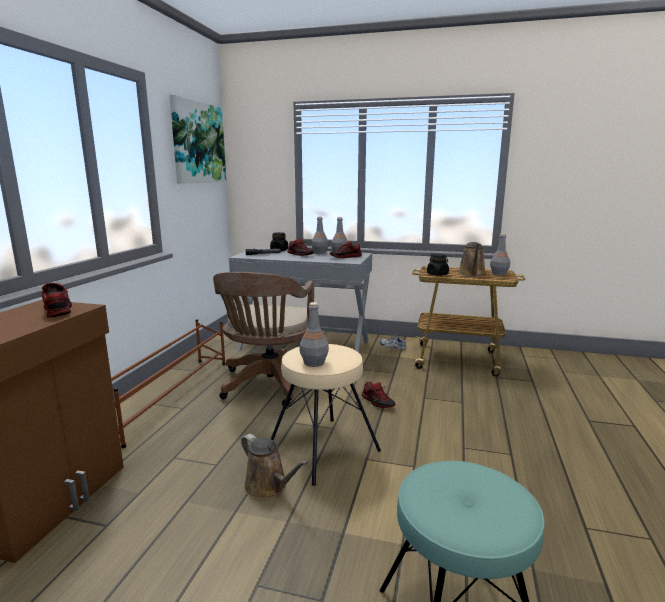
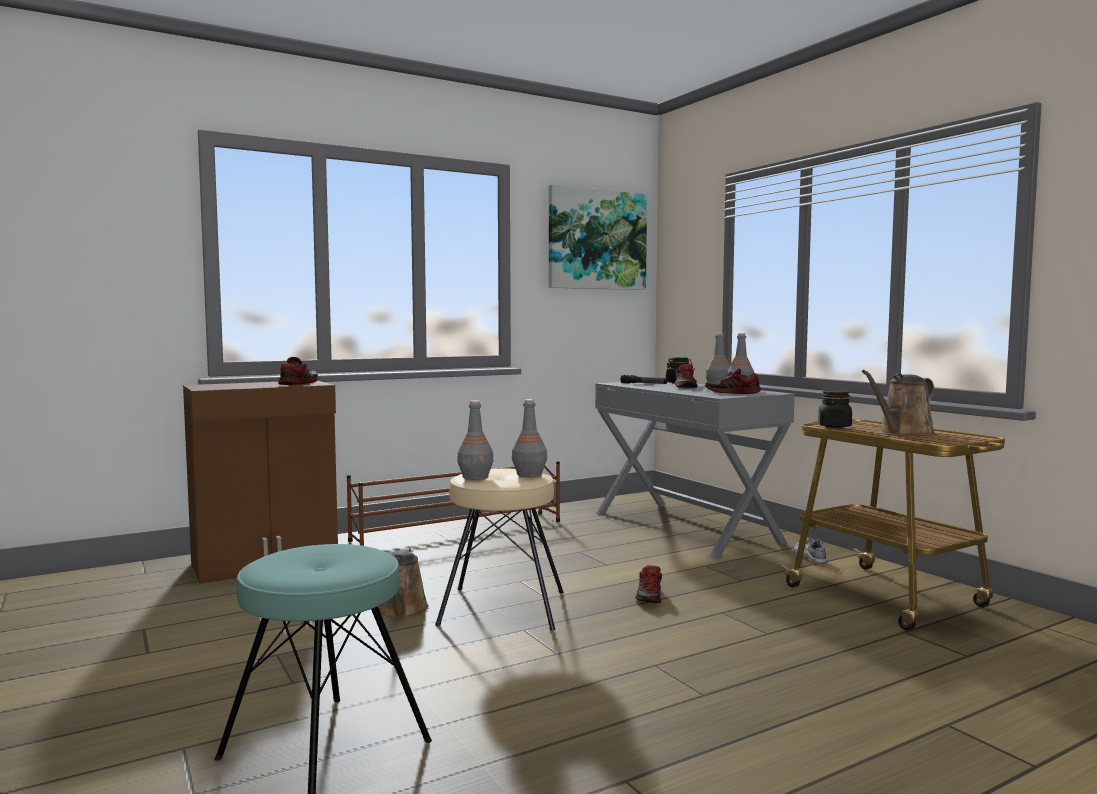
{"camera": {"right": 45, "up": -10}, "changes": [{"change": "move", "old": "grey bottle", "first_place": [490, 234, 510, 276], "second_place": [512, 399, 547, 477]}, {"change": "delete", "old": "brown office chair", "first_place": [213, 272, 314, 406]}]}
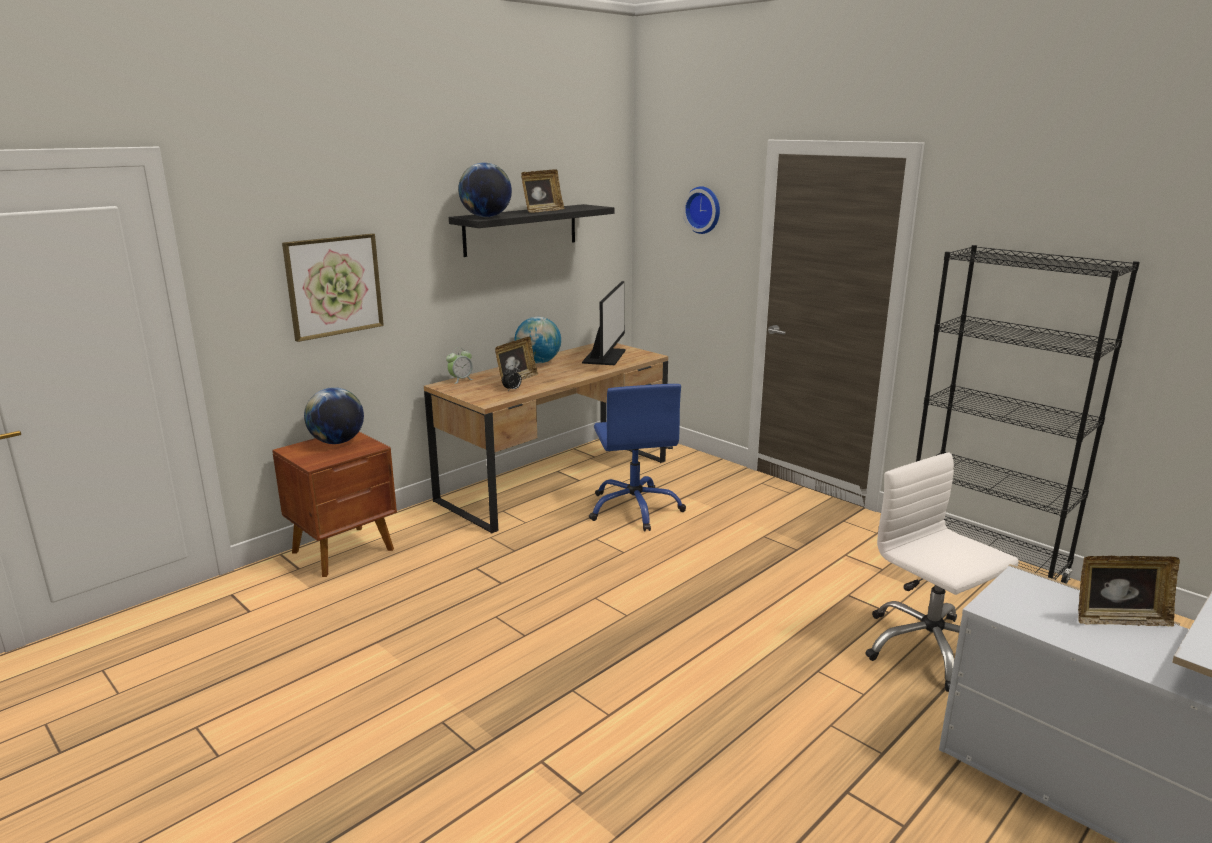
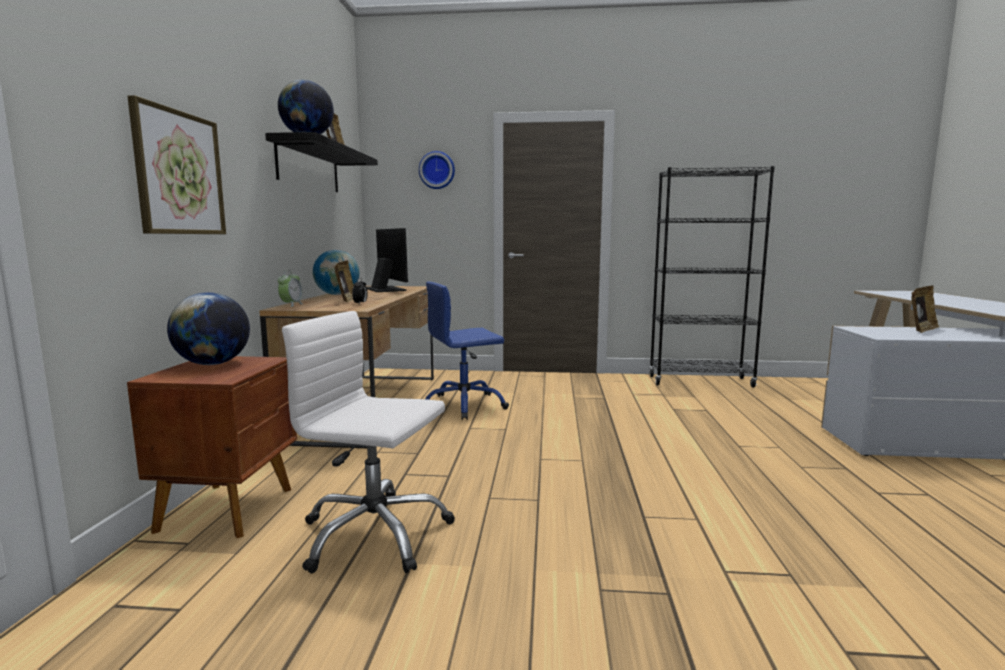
{"camera": {"right": -40, "up": -10}, "changes": [{"change": "move", "old": "white office chair", "first_place": [865, 452, 1019, 692], "second_place": [282, 311, 455, 573]}, {"change": "rotate", "old": "blue office chair", "first_place": [589, 384, 686, 531], "second_place": [425, 282, 509, 420], "degrees": 120}]}
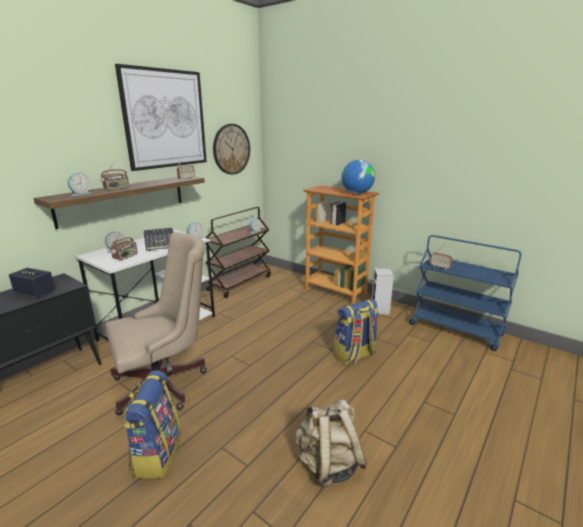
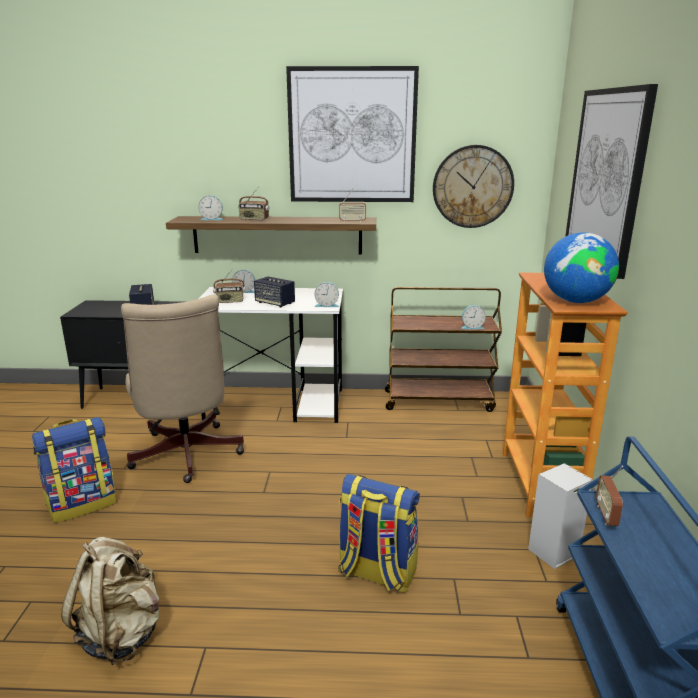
{"camera": {"right": 55, "up": 0}, "changes": [{"change": "rotate", "old": "beige office chair", "first_place": [105, 232, 207, 415], "second_place": [121, 294, 244, 483], "degrees": 45}, {"change": "insert", "new": "picture", "second_place": [565, 84, 658, 279]}]}
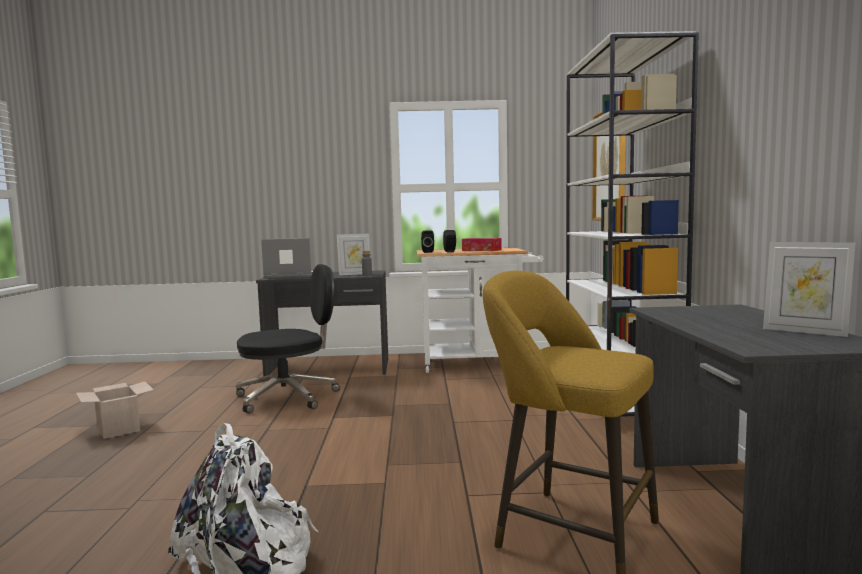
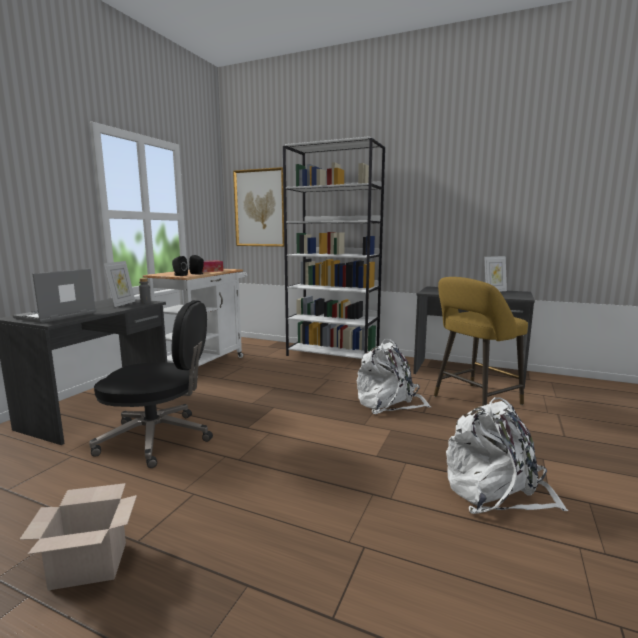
{"camera": {"right": -65, "up": 5}, "changes": [{"change": "rotate", "old": "black office chair", "first_place": [236, 264, 340, 413], "second_place": [89, 300, 213, 468], "degrees": 90}, {"change": "insert", "new": "white backpack", "second_place": [357, 339, 431, 414]}]}
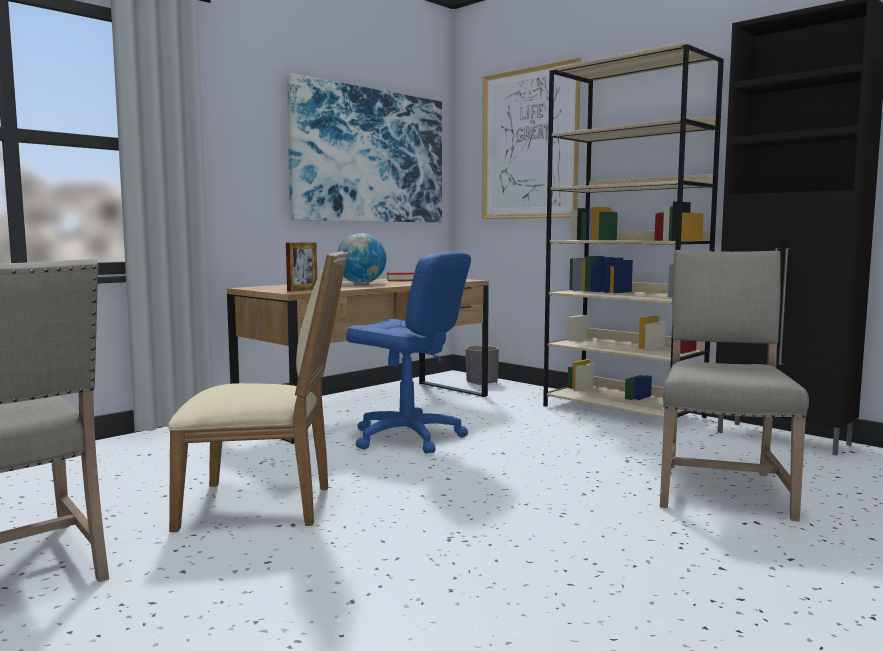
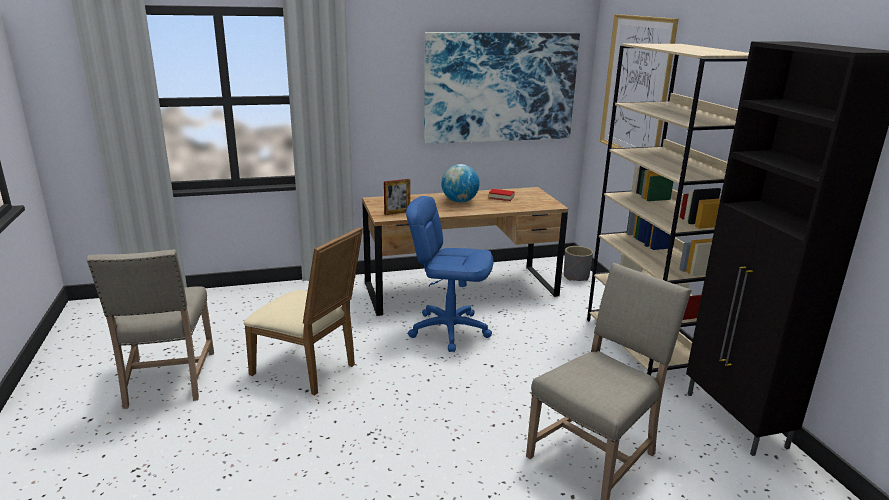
{"camera": {"right": 30, "up": 15}, "changes": [{"change": "rotate", "old": "blue office chair", "first_place": [346, 252, 471, 454], "second_place": [406, 196, 493, 352], "degrees": 135}]}
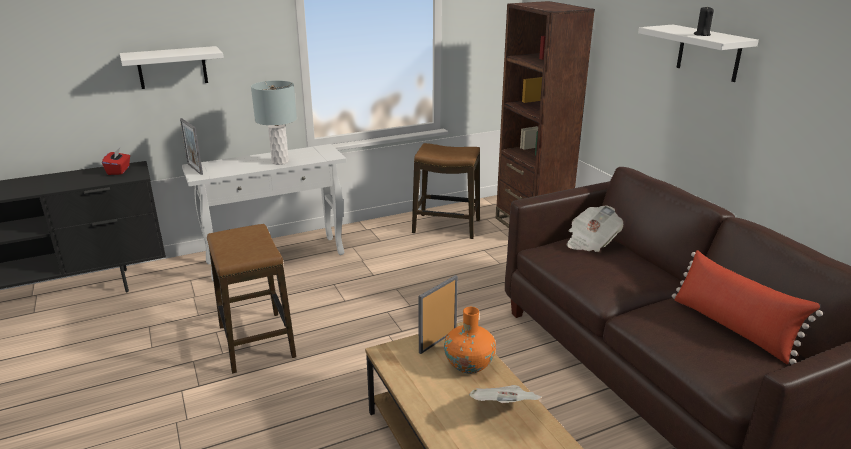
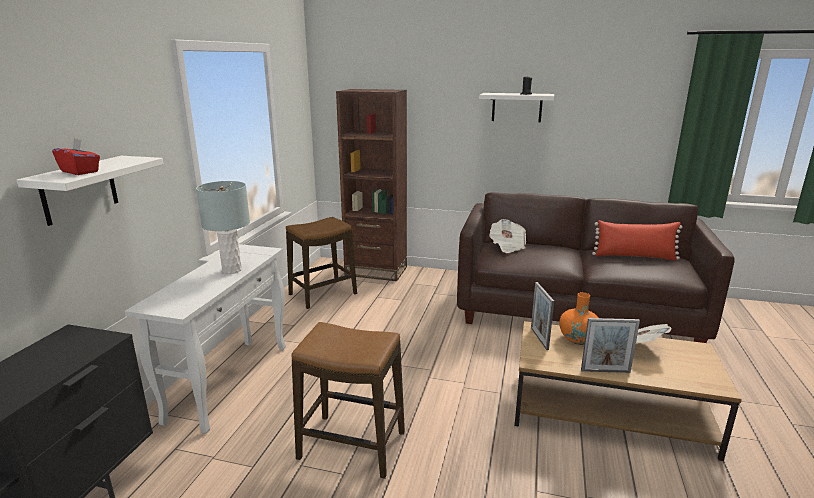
{"camera": {"right": -50, "up": -5}, "changes": [{"change": "move", "old": "red tissue box", "first_place": [102, 148, 130, 175], "second_place": [52, 138, 100, 175]}, {"change": "move", "old": "picture frame", "first_place": [180, 118, 203, 175], "second_place": [581, 318, 640, 373]}]}
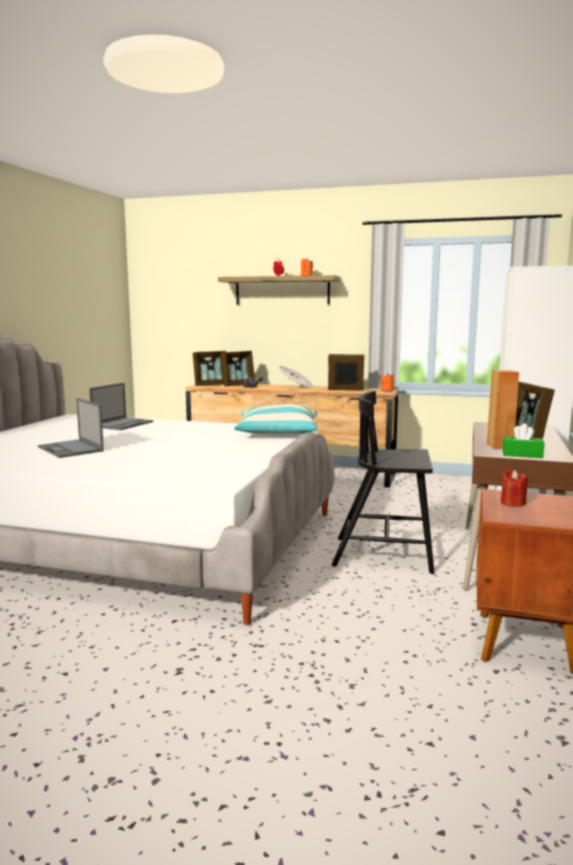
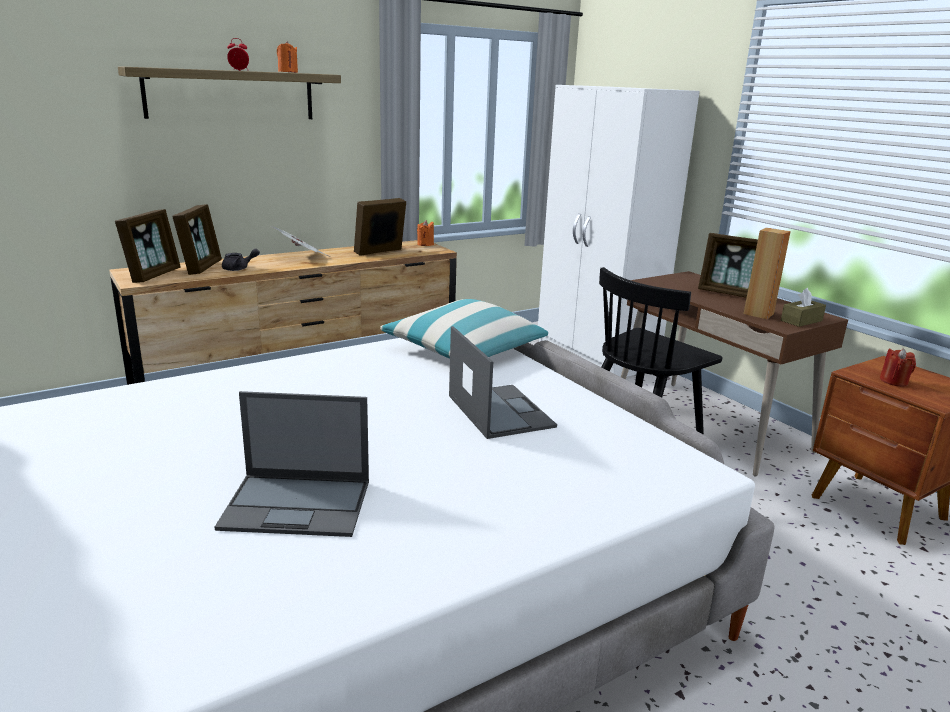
{"camera": {"right": -50, "up": 10}, "changes": [{"change": "move", "old": "laptop", "first_place": [89, 383, 153, 430], "second_place": [449, 326, 557, 439]}, {"change": "recolor", "old": "green tissue box", "new": "brown tissue box", "first_place": [503, 424, 544, 458], "second_place": [781, 288, 826, 327]}]}
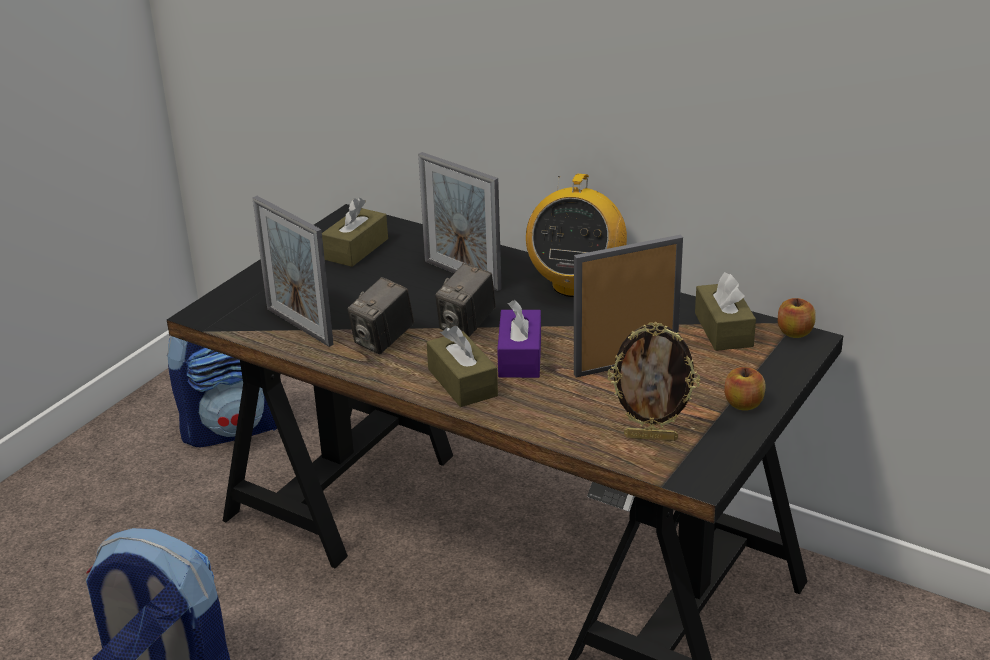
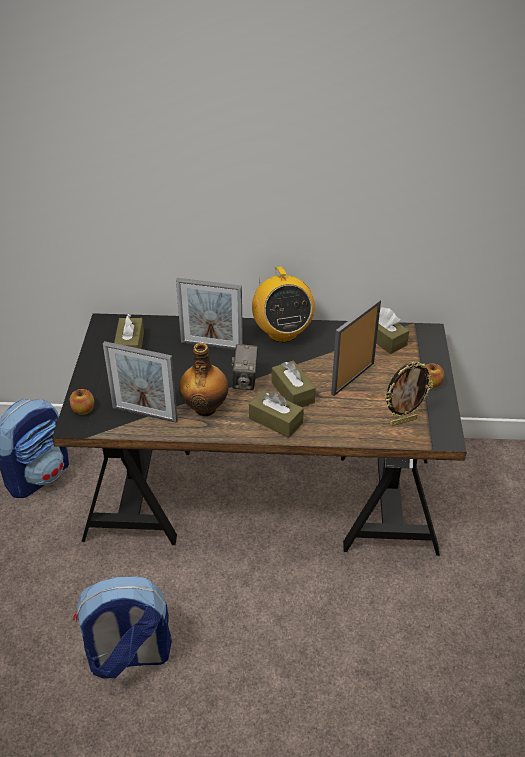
{"camera": {"right": -30, "up": 10}, "changes": [{"change": "move", "old": "apple", "first_place": [778, 298, 816, 338], "second_place": [70, 389, 94, 415]}, {"change": "replace", "old": "photo camera", "new": "bottle", "first_place": [347, 277, 414, 354], "second_place": [179, 343, 229, 416]}, {"change": "recolor", "old": "purple tissue box", "new": "brown tissue box", "first_place": [497, 300, 541, 378], "second_place": [272, 361, 316, 407]}]}
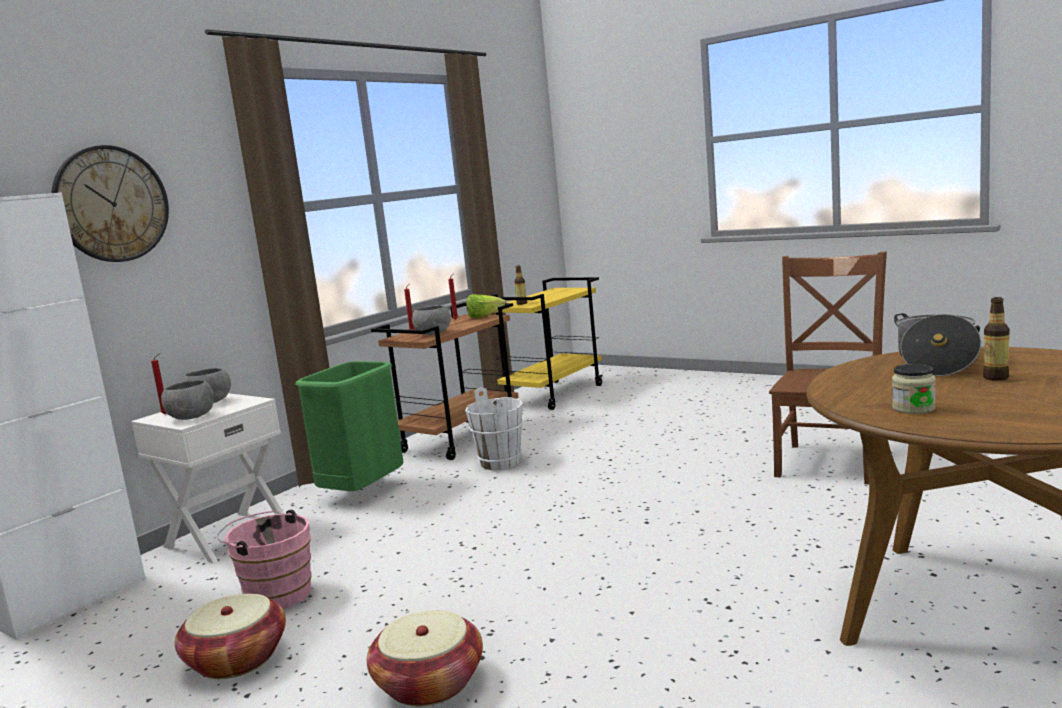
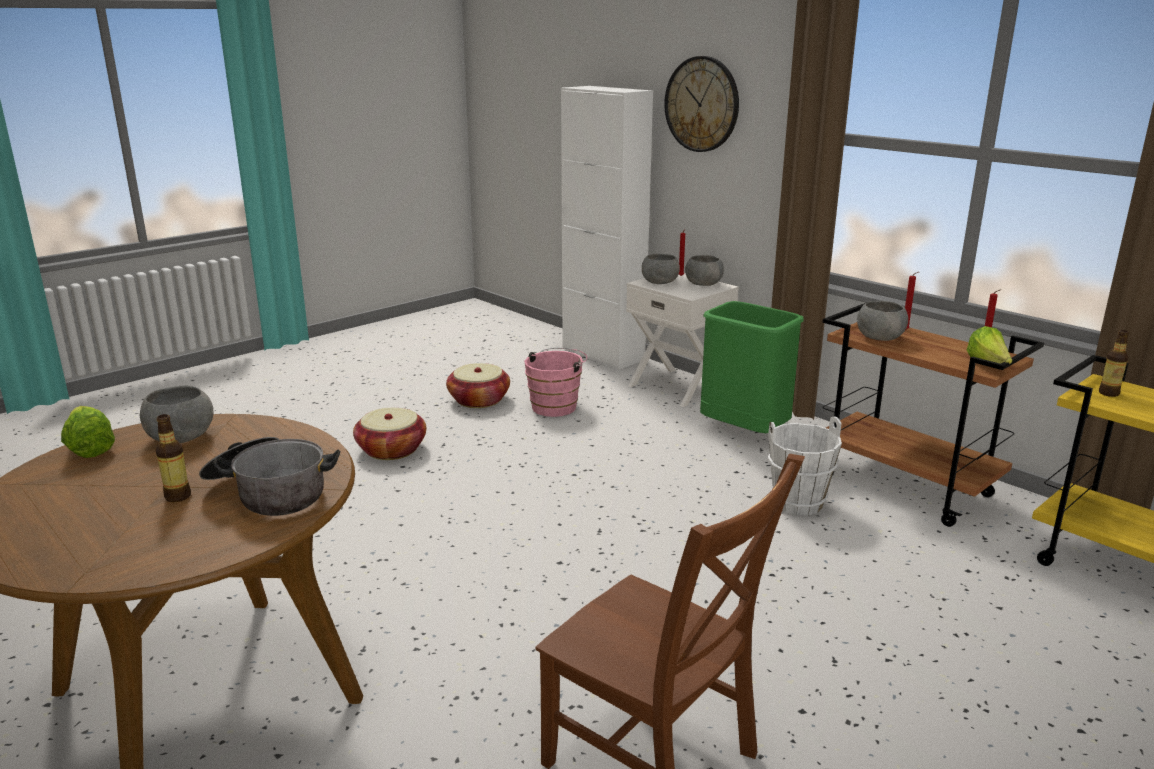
{"camera": {"right": 100, "up": 10}, "changes": [{"change": "insert", "new": "lettuce", "second_place": [61, 406, 115, 458]}, {"change": "replace", "old": "jar", "new": "grey bowl", "first_place": [892, 364, 936, 414], "second_place": [140, 386, 214, 443]}]}
